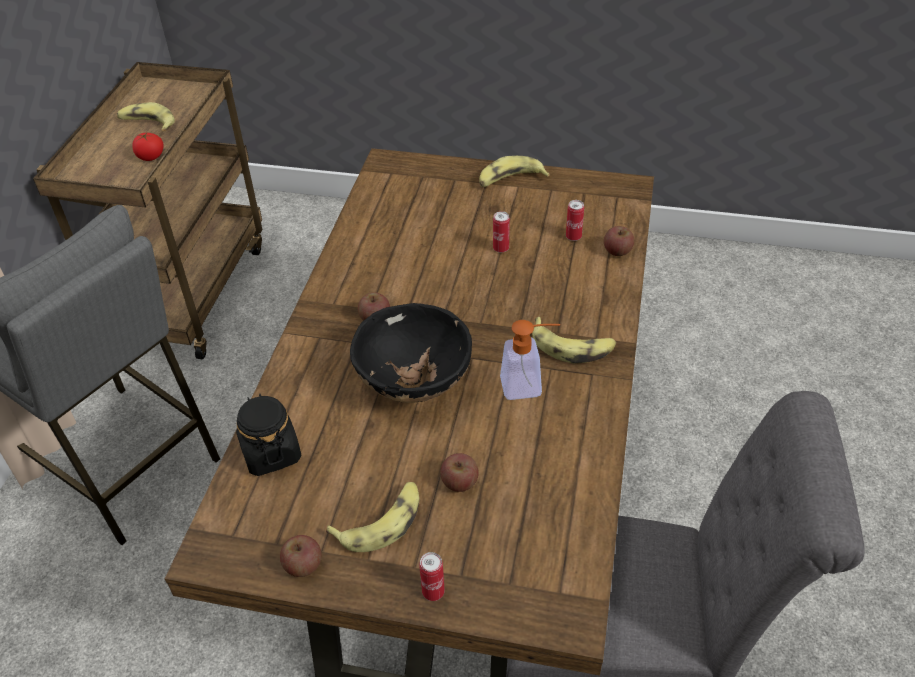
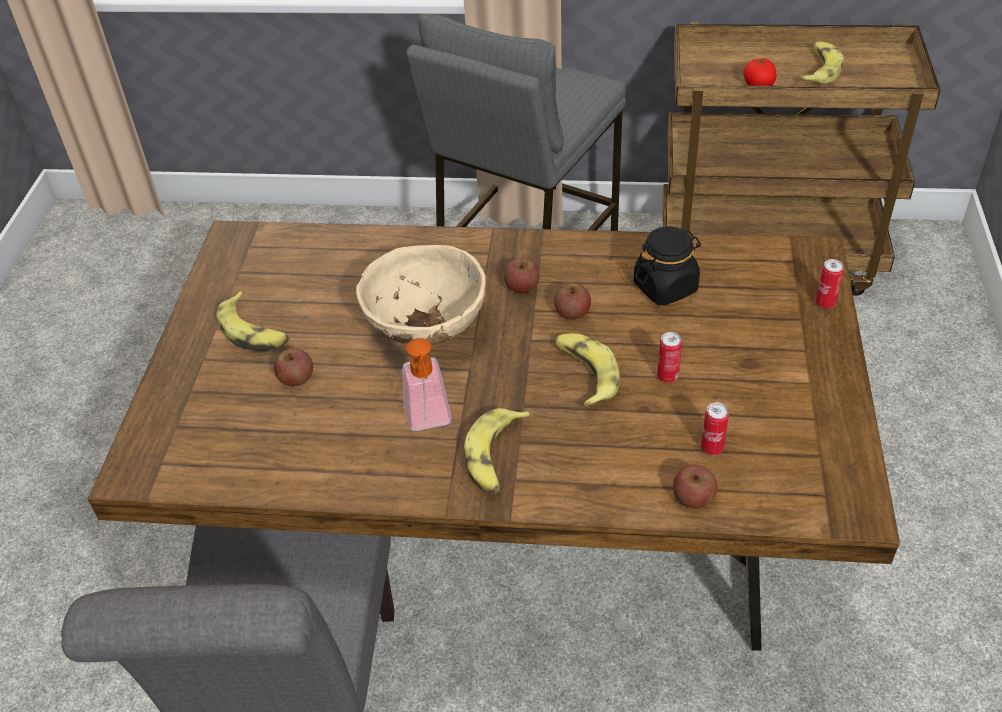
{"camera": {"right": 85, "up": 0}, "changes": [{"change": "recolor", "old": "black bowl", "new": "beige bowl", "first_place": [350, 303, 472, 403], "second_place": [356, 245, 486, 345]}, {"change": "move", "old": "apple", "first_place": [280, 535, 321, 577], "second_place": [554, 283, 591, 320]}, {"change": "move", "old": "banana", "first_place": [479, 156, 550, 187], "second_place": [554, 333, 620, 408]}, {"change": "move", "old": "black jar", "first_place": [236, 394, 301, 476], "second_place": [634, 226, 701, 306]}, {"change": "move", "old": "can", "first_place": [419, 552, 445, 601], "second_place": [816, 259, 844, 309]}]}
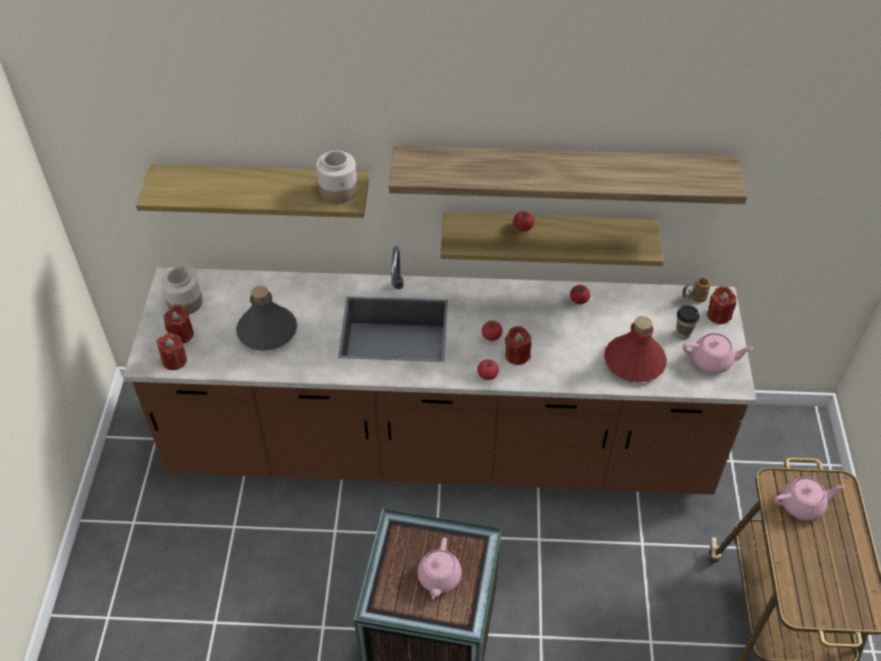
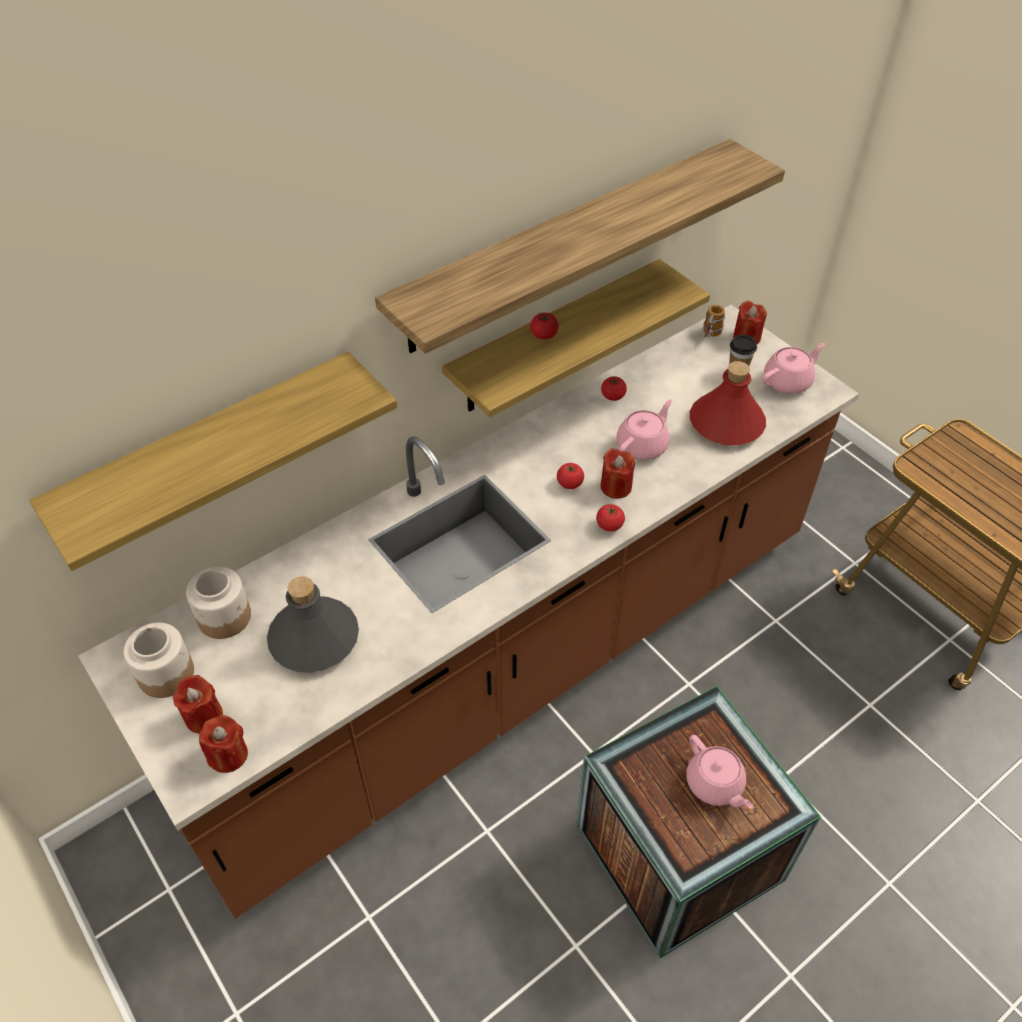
{"camera": {"right": -40, "up": 0}, "changes": [{"change": "move", "old": "jar", "first_place": [316, 151, 358, 204], "second_place": [186, 567, 251, 639]}, {"change": "move", "old": "pink teapot", "first_place": [774, 477, 845, 521], "second_place": [616, 399, 672, 460]}]}
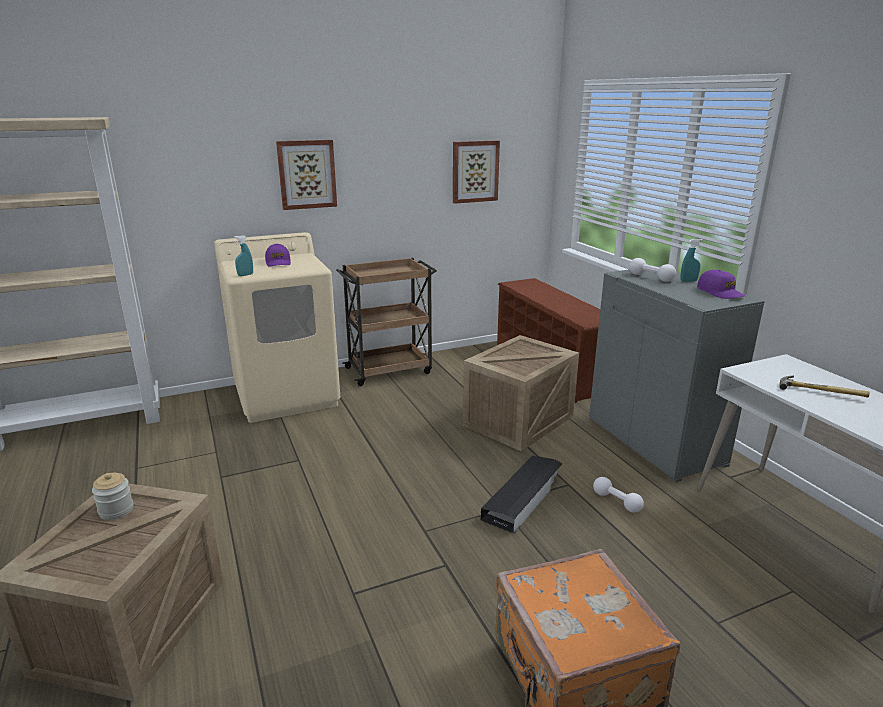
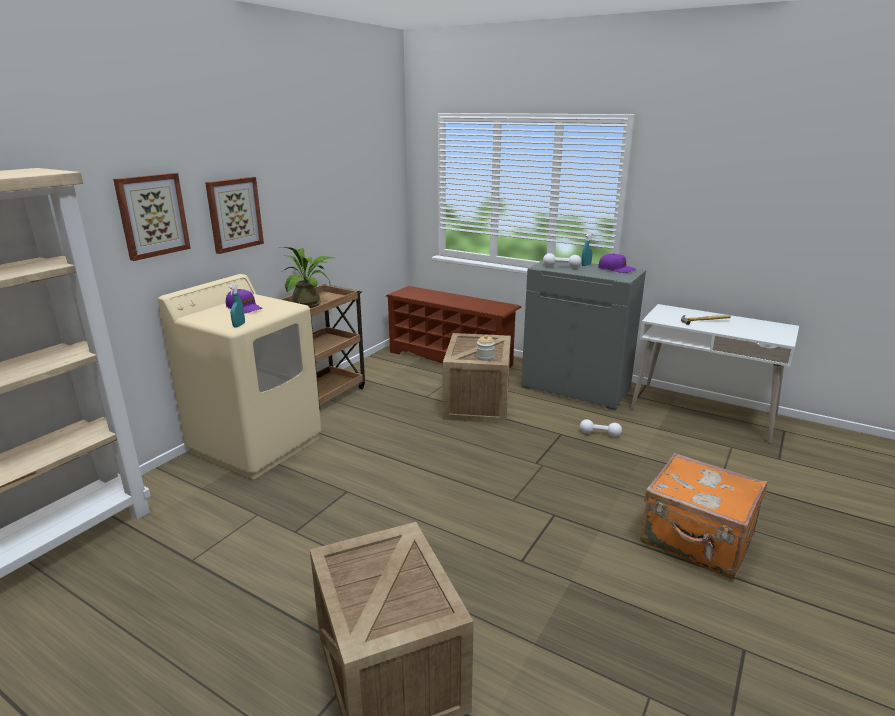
{"camera": {"right": -35, "up": 0}, "changes": [{"change": "move", "old": "picture", "first_place": [453, 140, 500, 204], "second_place": [113, 173, 191, 261]}, {"change": "insert", "new": "potted plant", "second_place": [278, 247, 334, 308]}, {"change": "move", "old": "jar", "first_place": [92, 473, 133, 520], "second_place": [477, 335, 495, 361]}, {"change": "delete", "old": "black storage box", "first_place": [481, 456, 563, 534]}]}
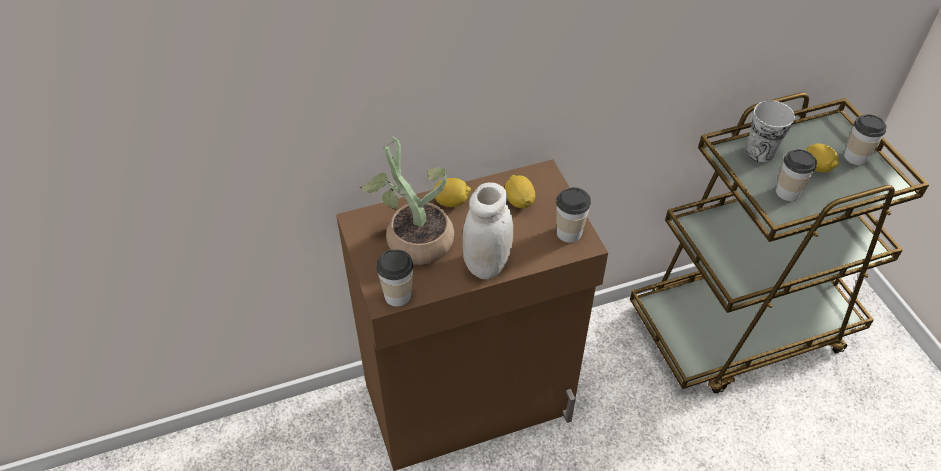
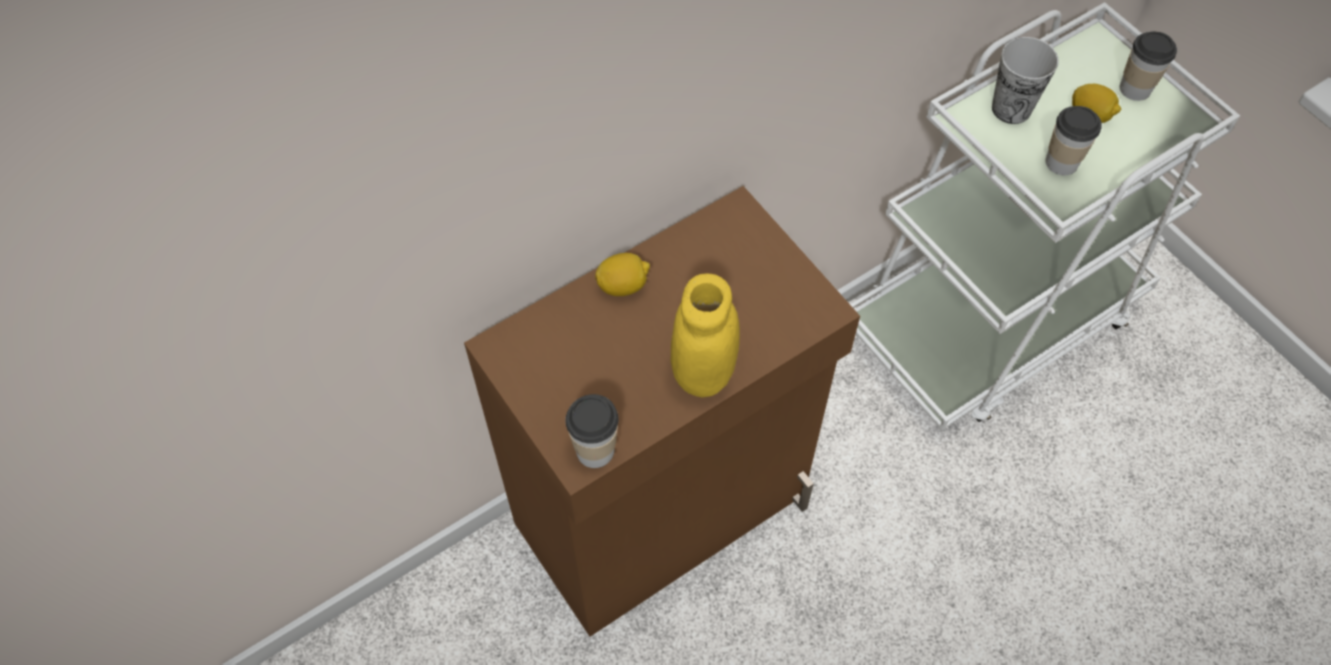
{"camera": {"right": -15, "up": 10}, "changes": [{"change": "recolor", "old": "white jar", "new": "yellow jar", "first_place": [462, 182, 513, 279], "second_place": [671, 273, 740, 398]}, {"change": "recolor", "old": "brown cart", "new": "white cart", "first_place": [630, 92, 929, 393], "second_place": [850, 2, 1240, 431]}, {"change": "delete", "old": "potted plant", "first_place": [360, 137, 454, 265]}, {"change": "delete", "old": "lemon", "first_place": [505, 175, 535, 208]}, {"change": "delete", "old": "cup", "first_place": [556, 187, 591, 243]}]}
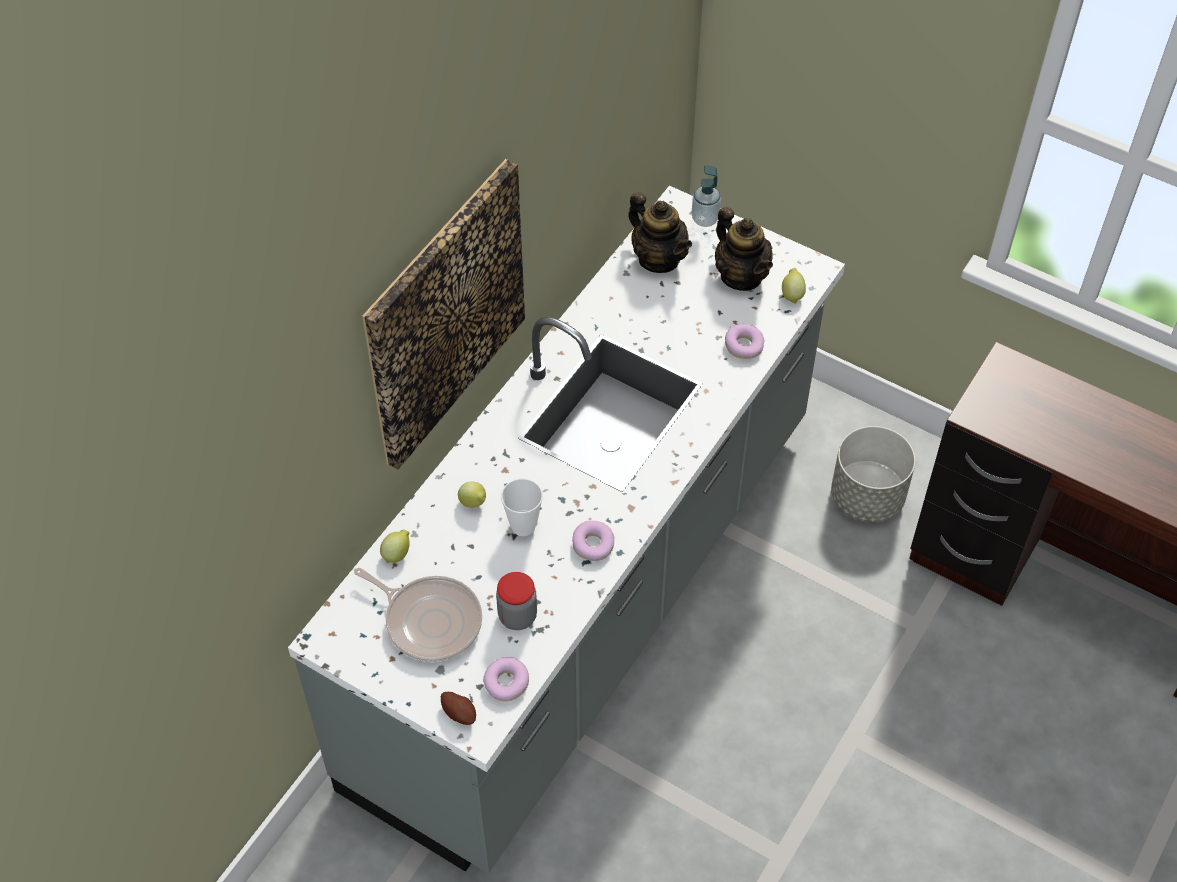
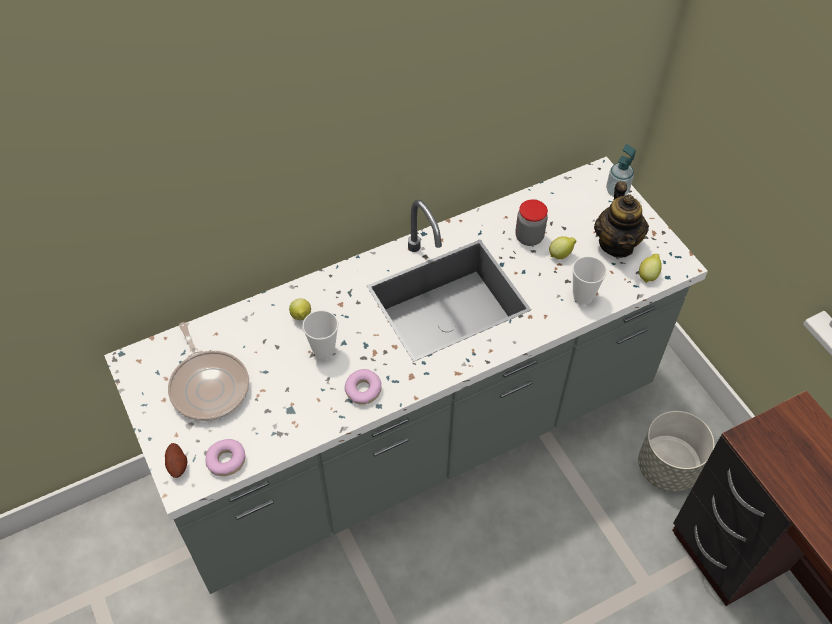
{"camera": {"right": 30, "up": 0}, "changes": [{"change": "move", "old": "jar", "first_place": [496, 572, 537, 630], "second_place": [515, 199, 548, 246]}, {"change": "move", "old": "lemon", "first_place": [380, 530, 410, 563], "second_place": [549, 236, 576, 259]}, {"change": "replace", "old": "donut", "new": "cup", "first_place": [725, 324, 764, 359], "second_place": [572, 256, 607, 305]}, {"change": "delete", "old": "picture", "first_place": [362, 159, 525, 470]}, {"change": "delete", "old": "teapot", "first_place": [628, 192, 692, 273]}]}
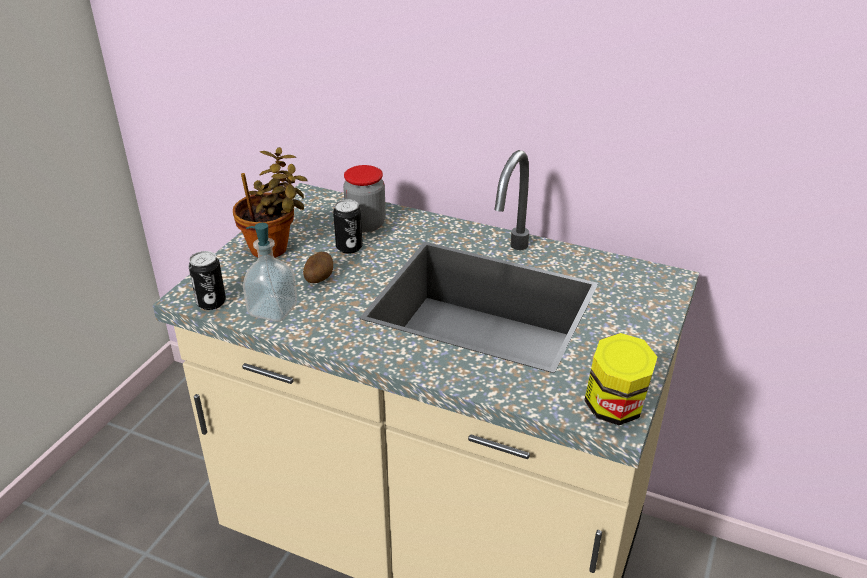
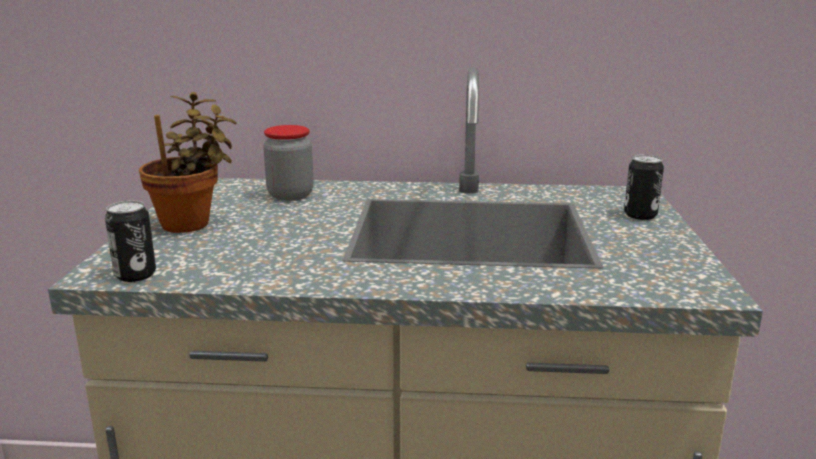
{"camera": {"right": -20, "up": -15}, "changes": [{"change": "move", "old": "can", "first_place": [333, 199, 363, 254], "second_place": [624, 155, 664, 220]}, {"change": "delete", "old": "soap dispenser", "first_place": [243, 223, 297, 322]}, {"change": "delete", "old": "potato", "first_place": [303, 252, 333, 283]}, {"change": "delete", "old": "jar", "first_place": [584, 333, 657, 425]}]}
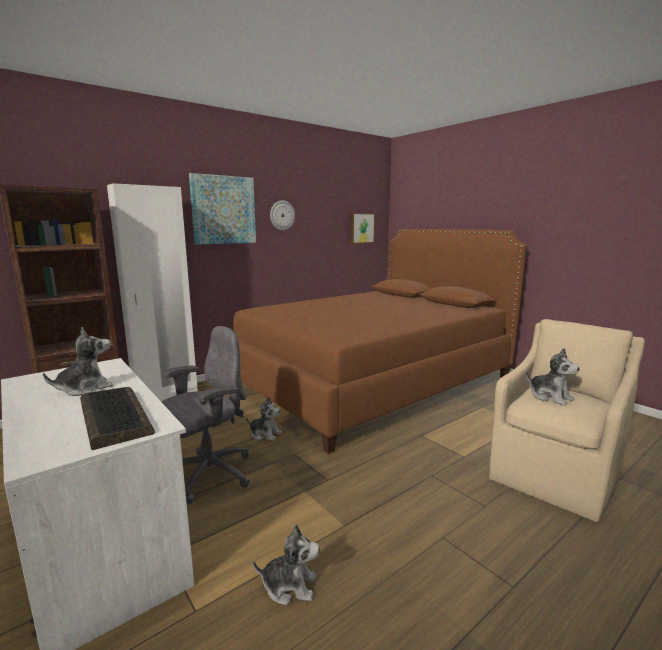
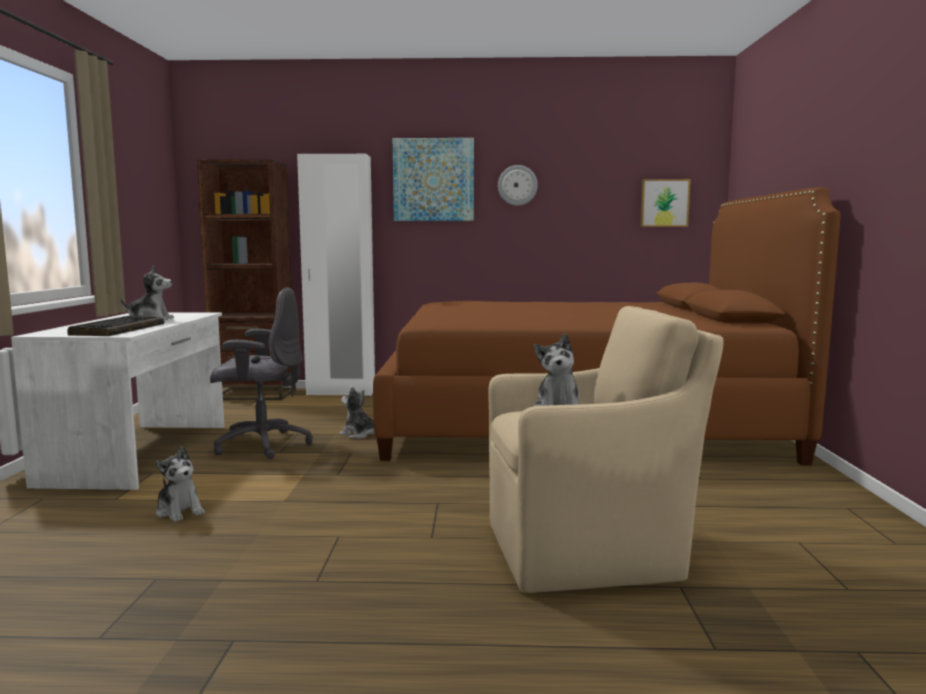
{"camera": {"right": 40, "up": -5}, "changes": [{"change": "rotate", "old": "plush toy", "first_place": [246, 396, 282, 441], "second_place": [339, 387, 375, 439], "degrees": 150}]}
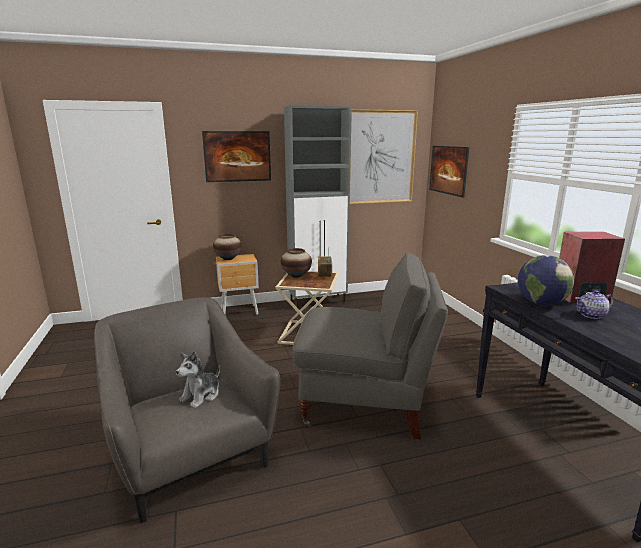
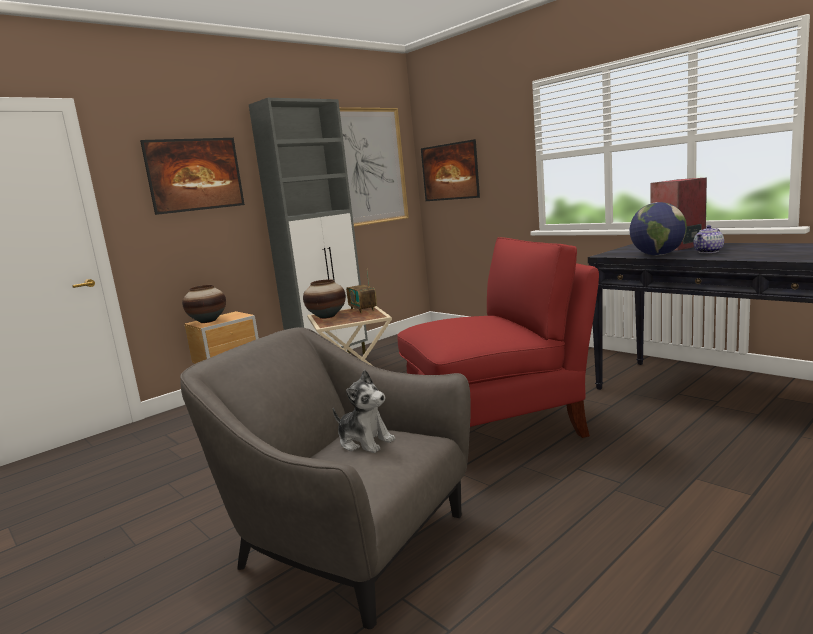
{"camera": {"right": -25, "up": -5}, "changes": [{"change": "rotate", "old": "plush toy", "first_place": [176, 351, 220, 408], "second_place": [333, 370, 395, 453], "degrees": -60}, {"change": "recolor", "old": "grey armchair", "new": "red armchair", "first_place": [293, 253, 448, 440], "second_place": [397, 237, 599, 438]}]}
